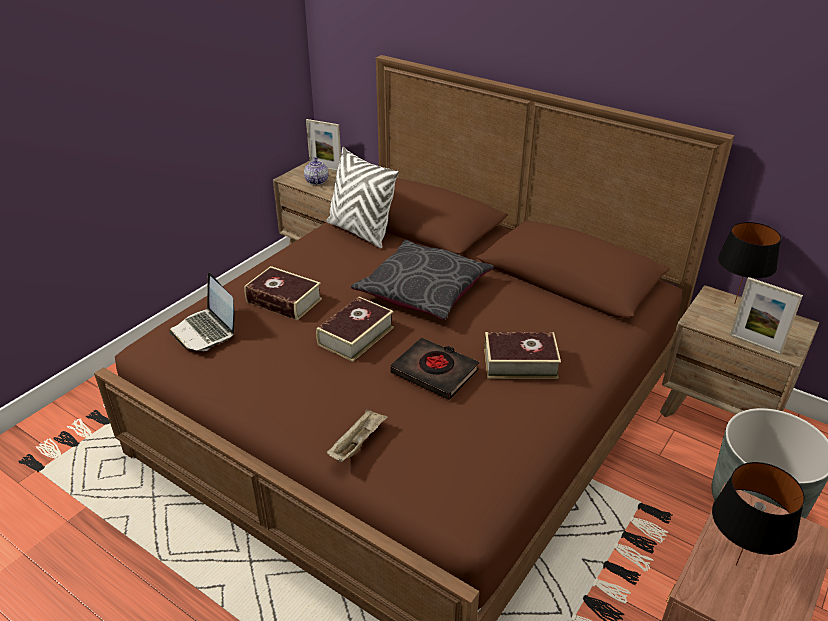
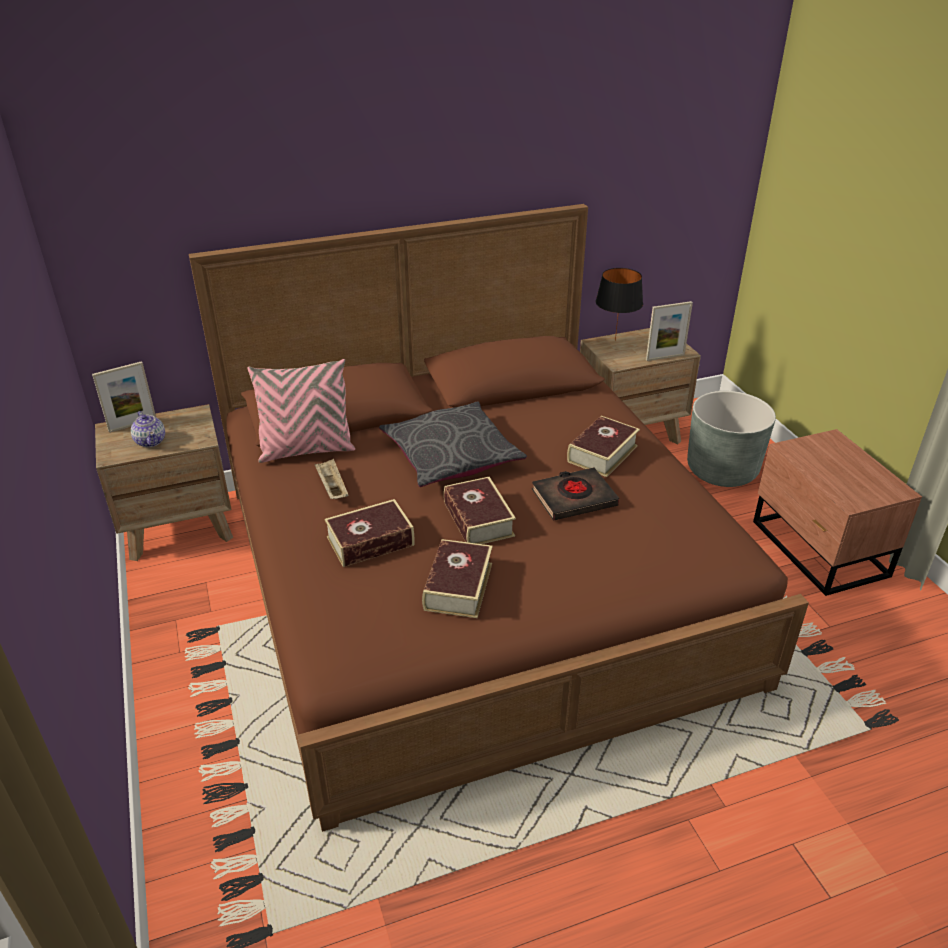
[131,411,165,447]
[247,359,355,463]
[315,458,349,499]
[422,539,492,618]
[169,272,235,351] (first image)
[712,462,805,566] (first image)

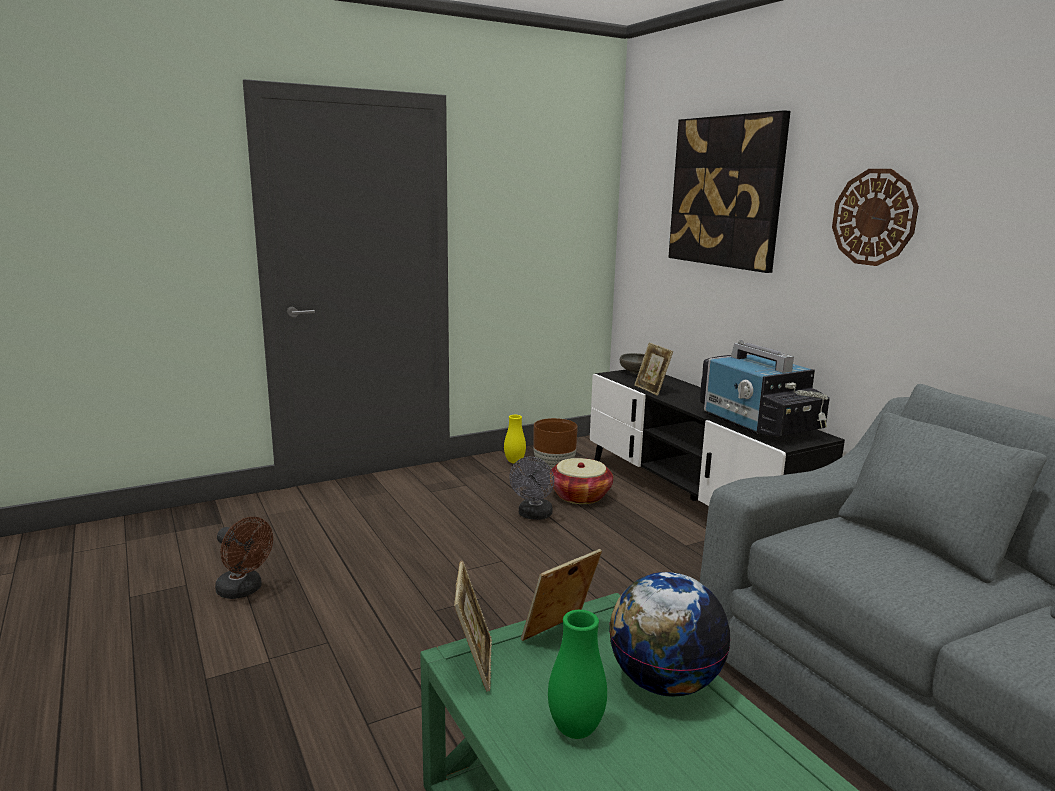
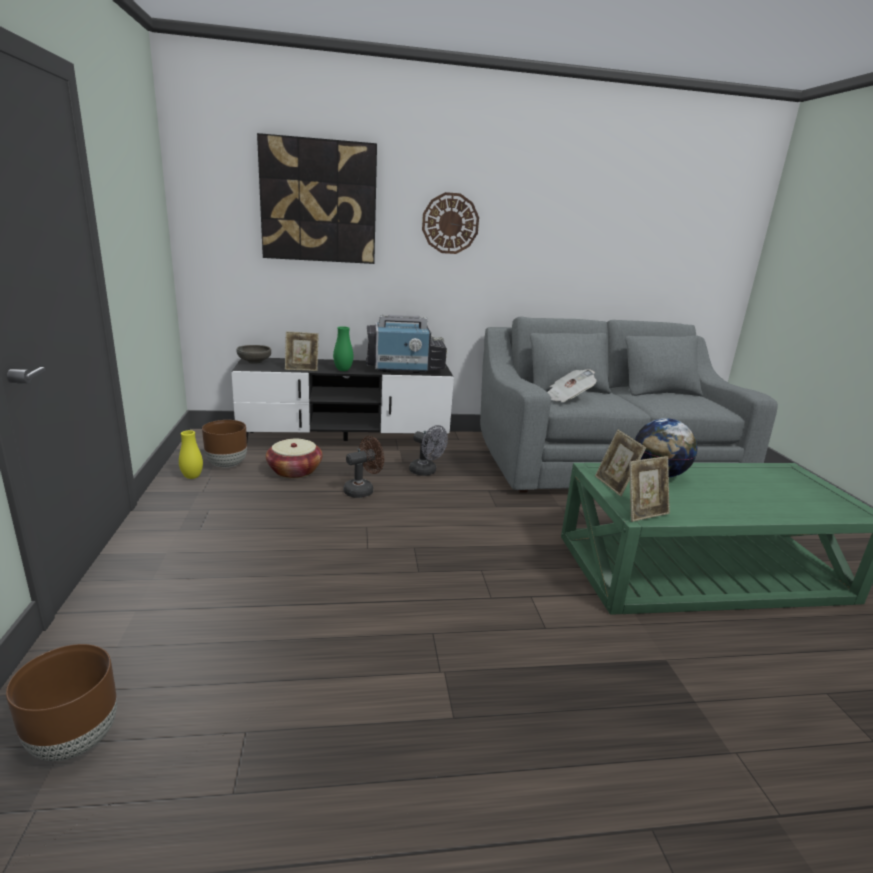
[6,644,117,761]
[333,326,353,371]
[344,436,384,498]
[409,425,448,476]
[547,369,596,402]
[629,456,670,522]

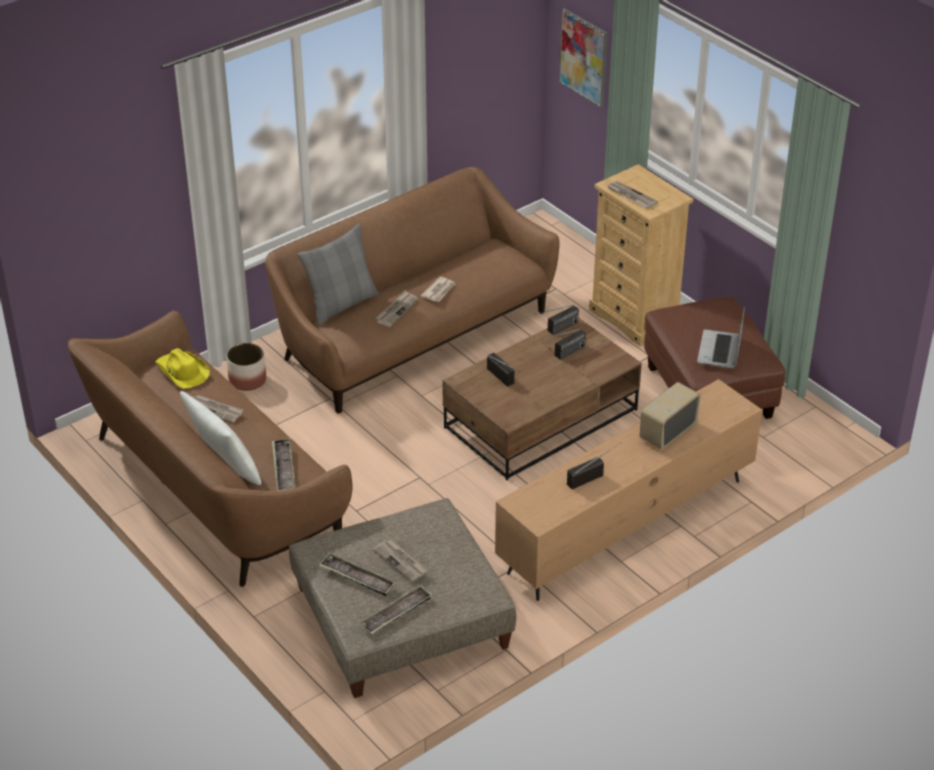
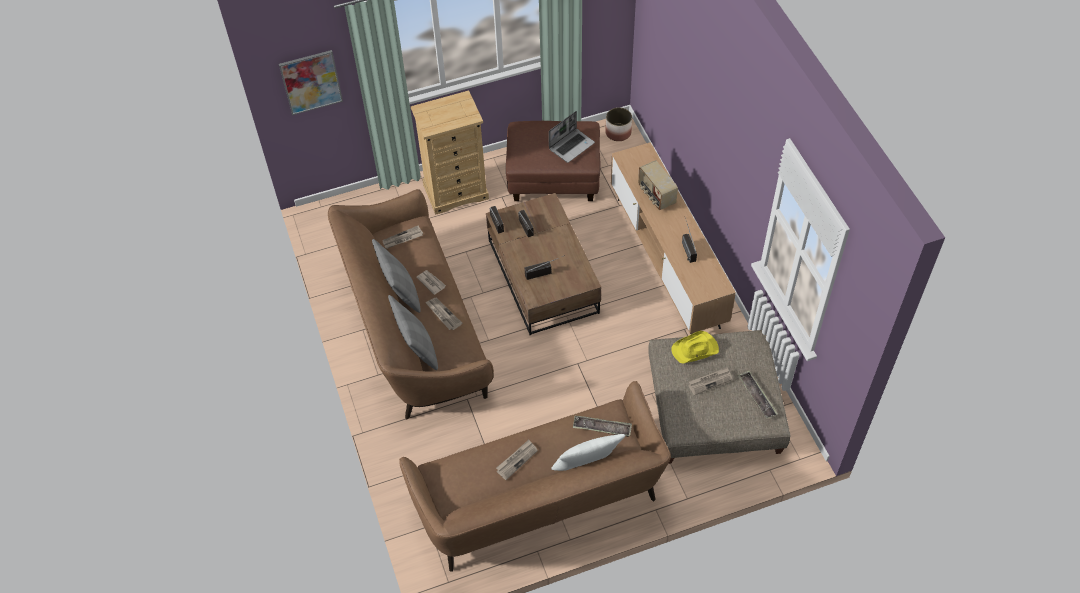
[372,239,421,313]
[382,225,423,249]
[549,111,595,163]
[605,107,632,141]
[672,331,719,364]
[319,553,396,596] (first image)

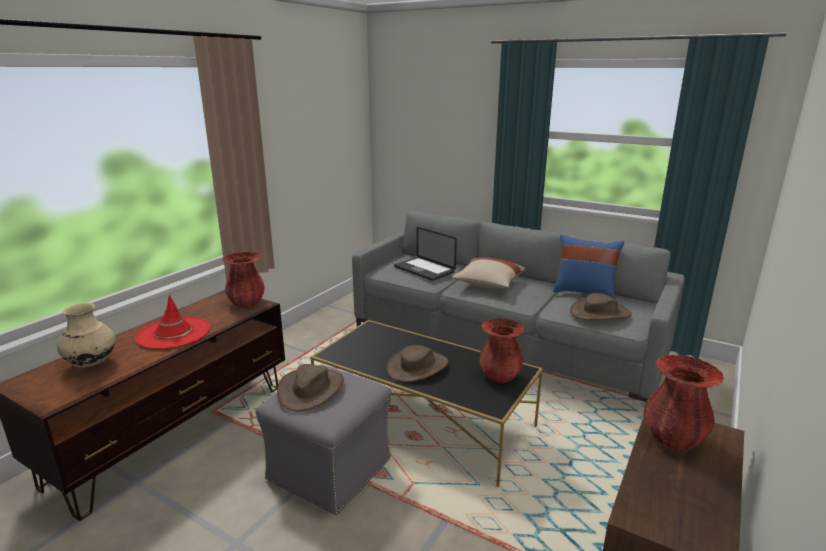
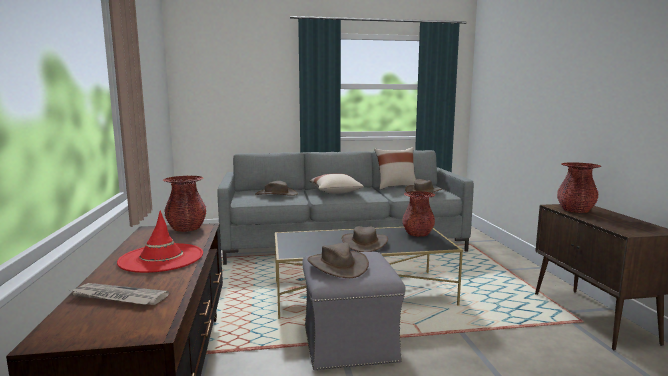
[71,283,169,305]
[255,181,298,196]
[374,147,416,189]

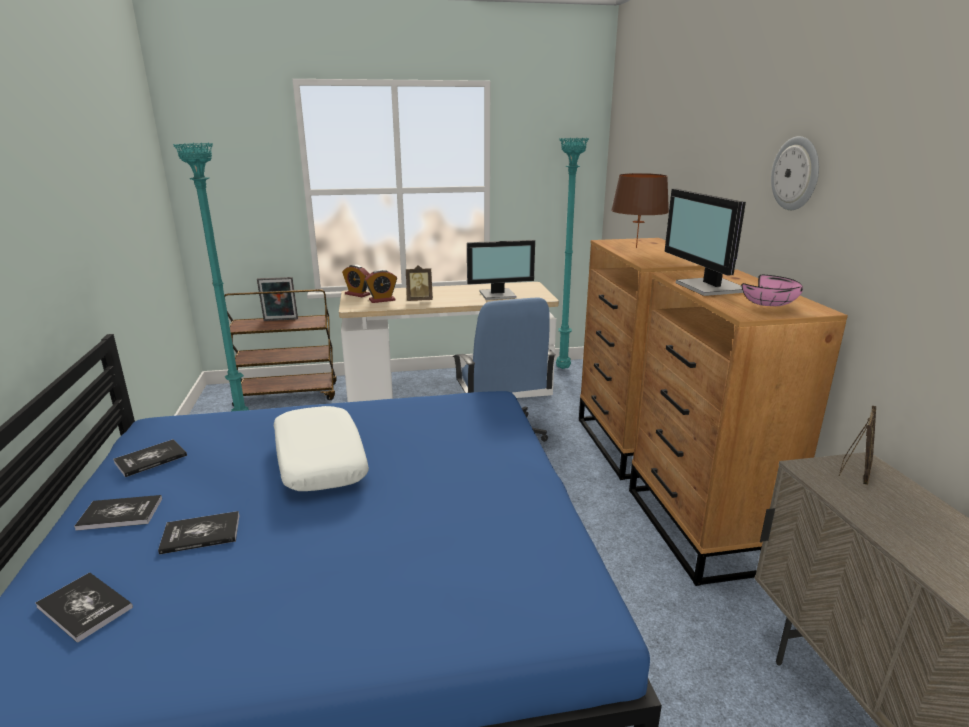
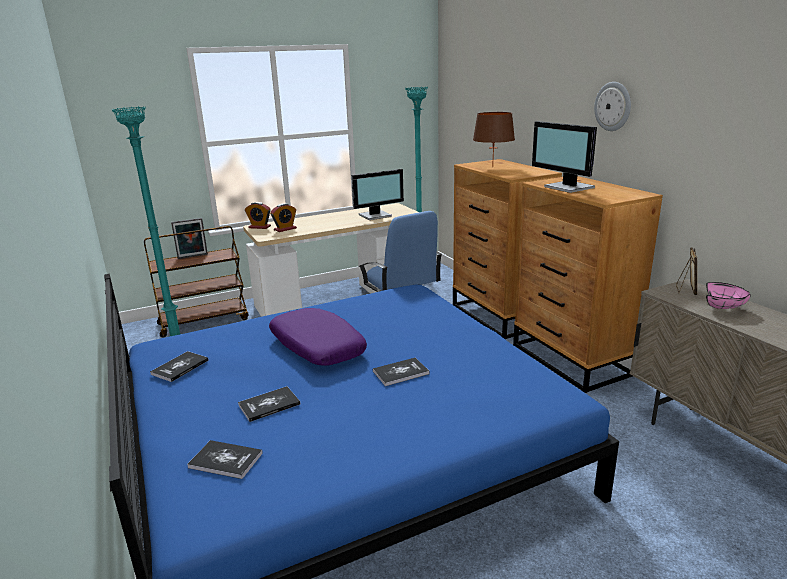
[269,308,367,366]
[373,358,429,386]
[706,282,751,309]
[406,265,433,301] (first image)

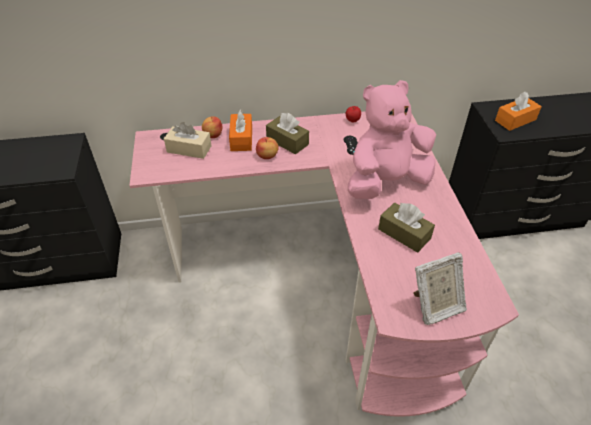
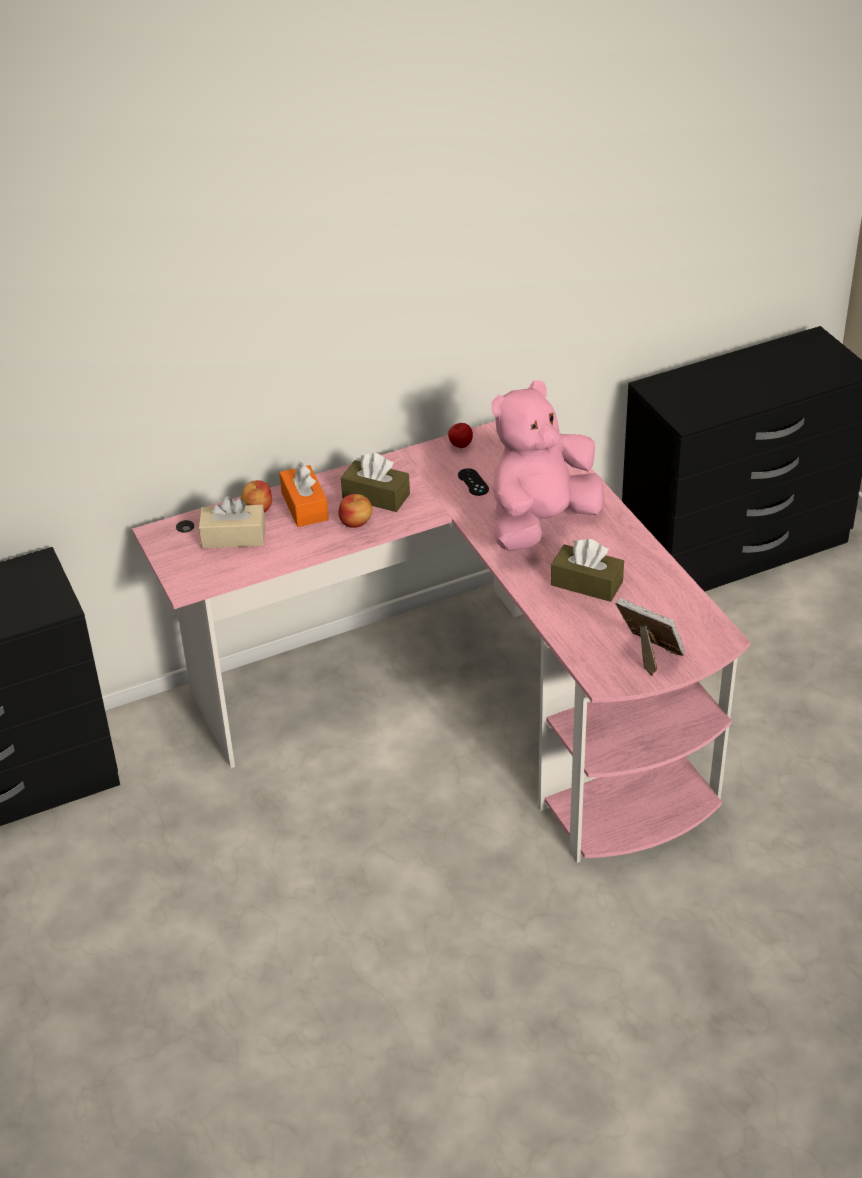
[616,598,685,676]
[495,92,542,131] (first image)

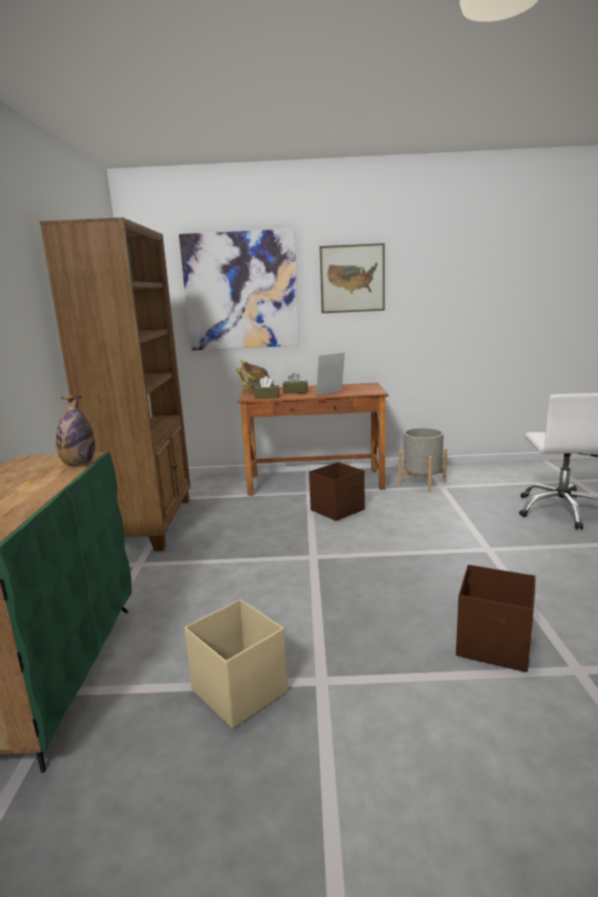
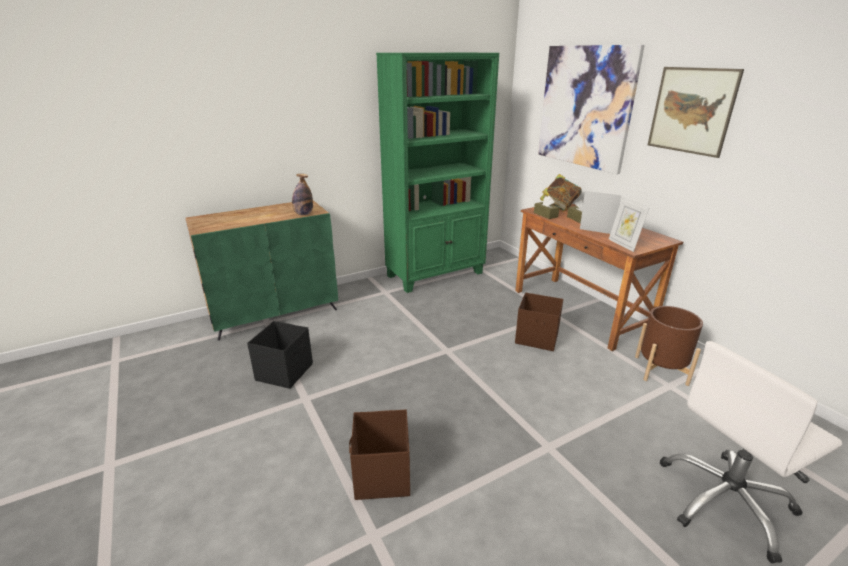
[247,321,313,389]
[376,53,499,293]
[609,197,650,252]
[635,306,703,386]

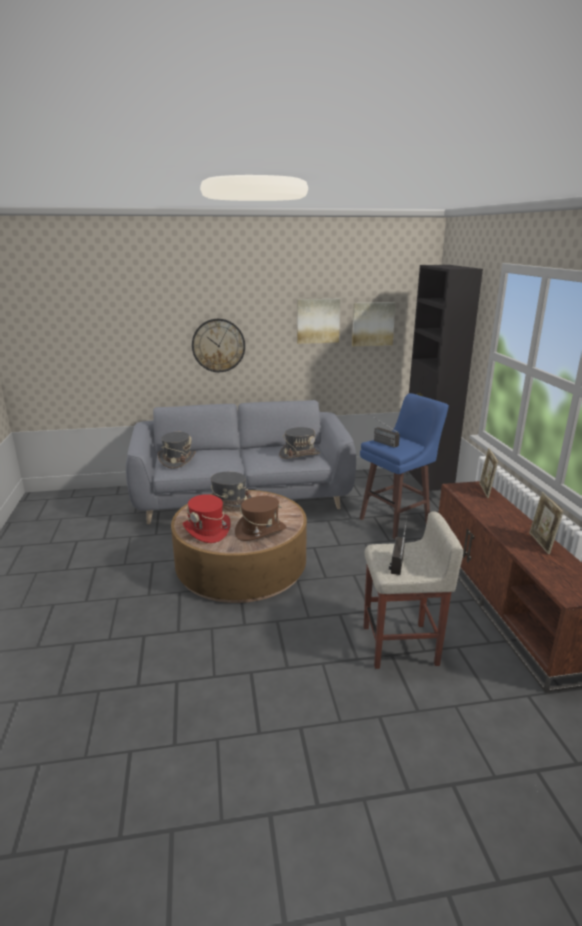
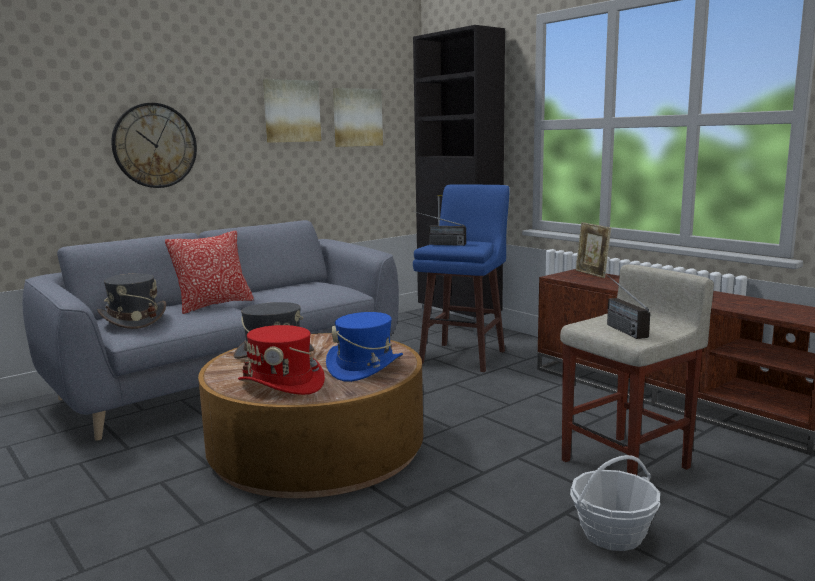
[165,231,254,314]
[326,312,403,382]
[570,455,660,551]
[279,427,320,459] (first image)
[529,492,563,554] (first image)

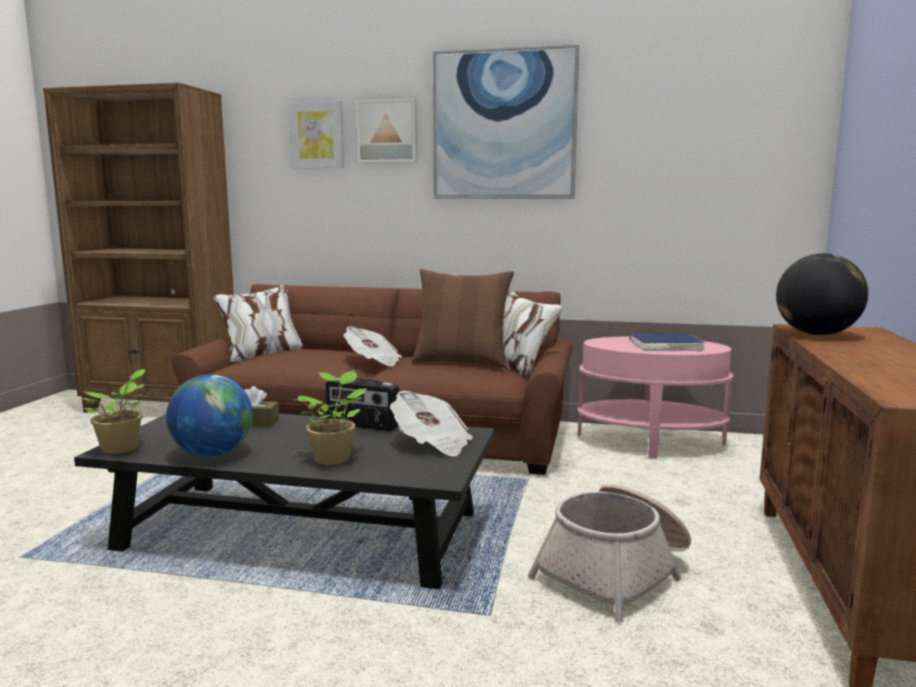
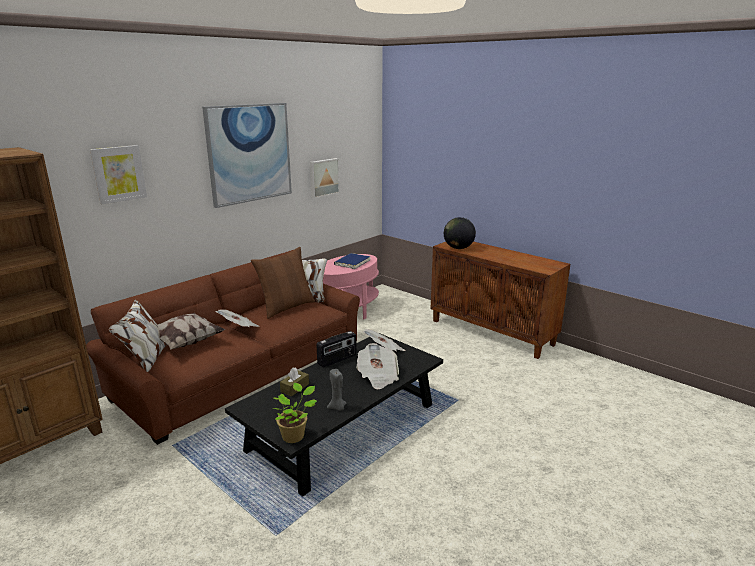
[158,313,225,349]
[310,158,340,198]
[327,369,346,411]
[356,343,399,390]
[528,484,691,622] (first image)

